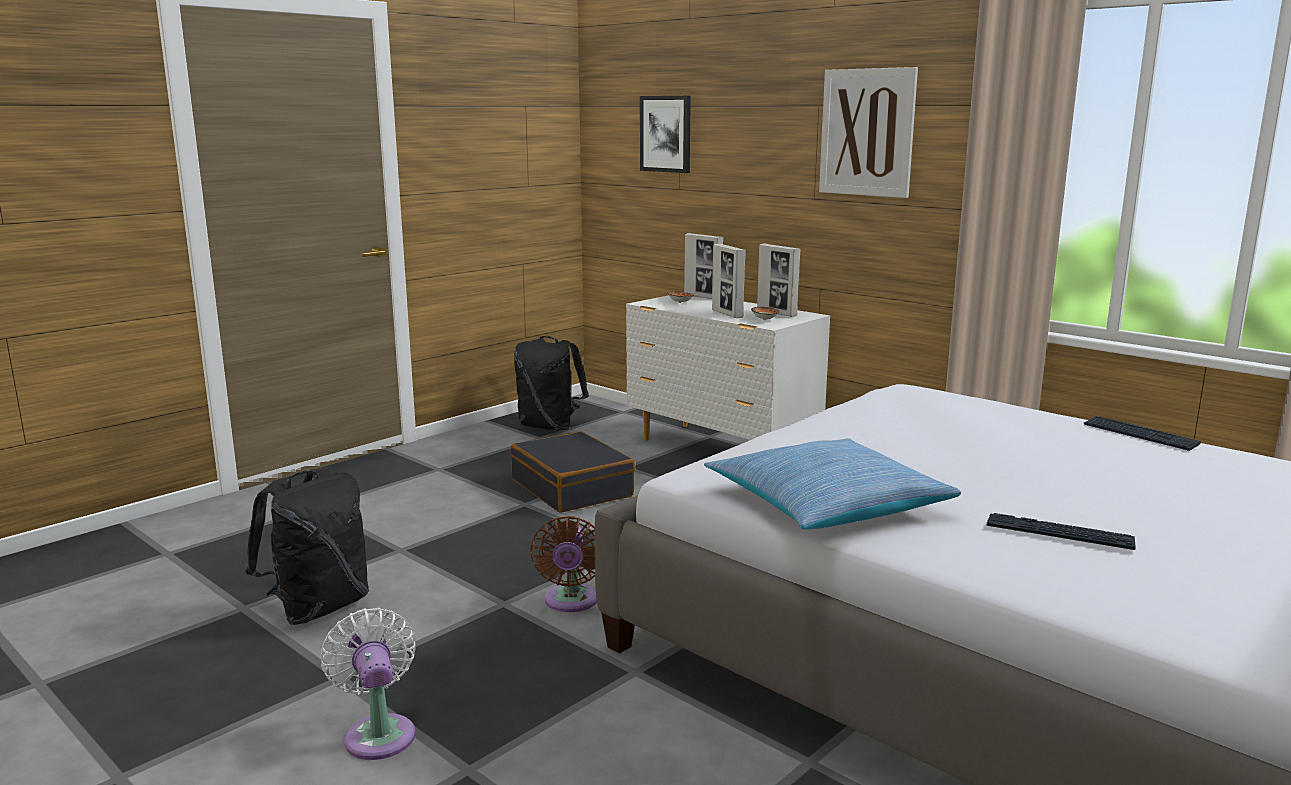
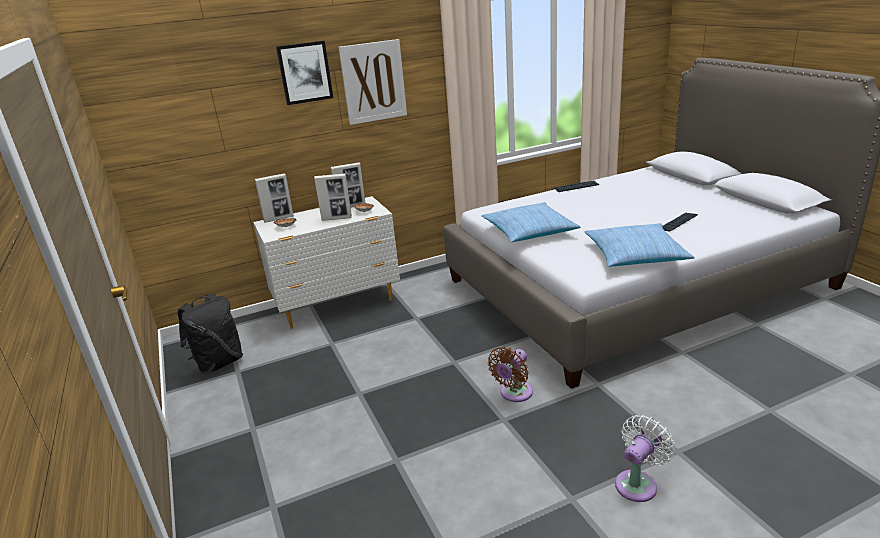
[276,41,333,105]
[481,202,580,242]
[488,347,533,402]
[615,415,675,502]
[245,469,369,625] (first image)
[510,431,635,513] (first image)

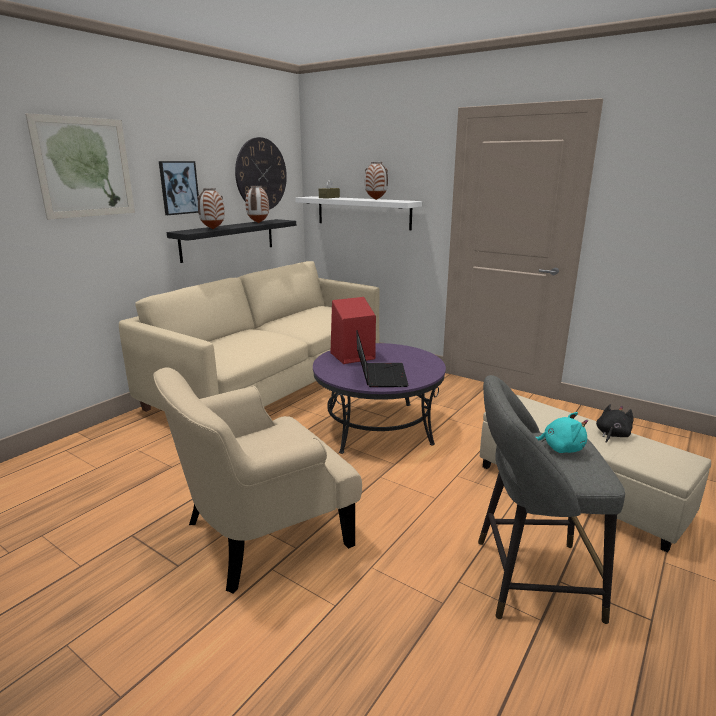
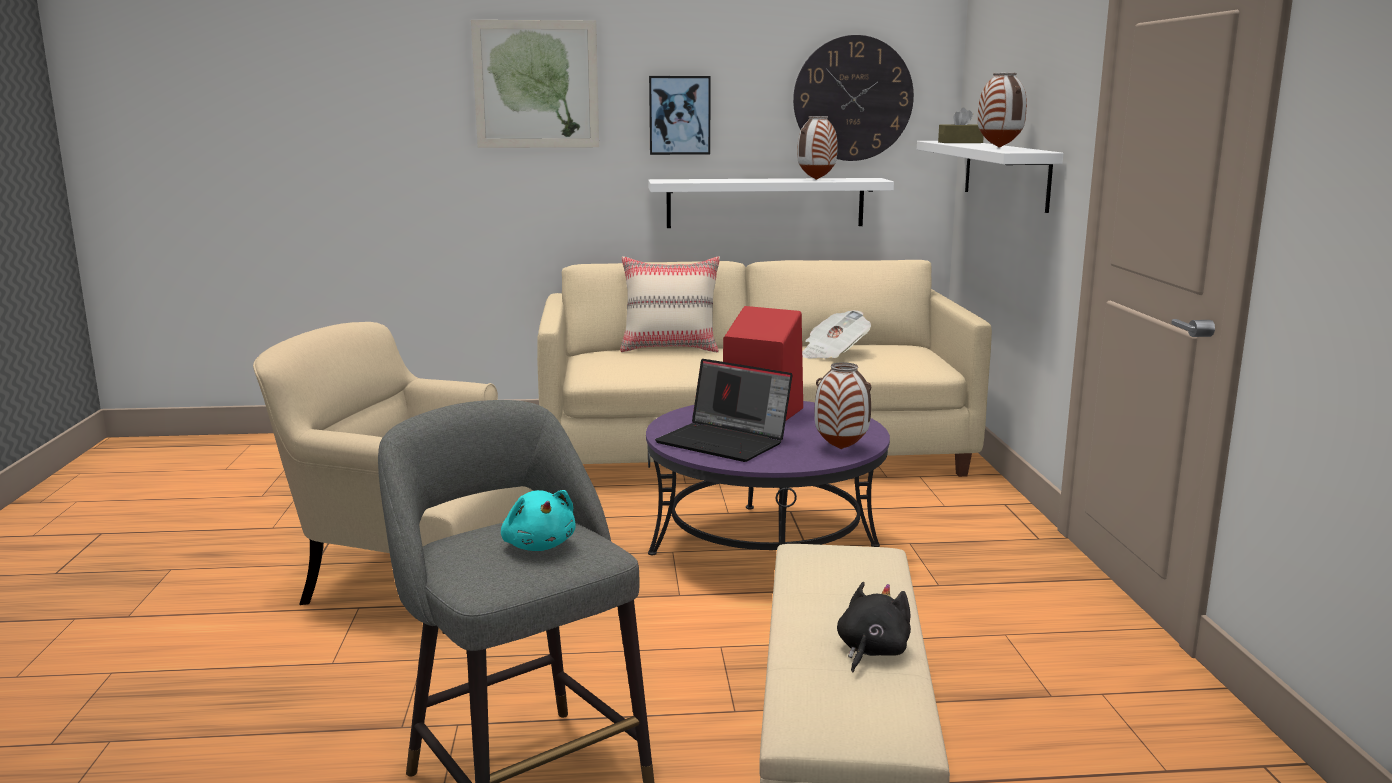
[620,256,720,352]
[648,178,894,228]
[655,359,792,462]
[802,310,871,359]
[814,363,871,449]
[837,582,911,672]

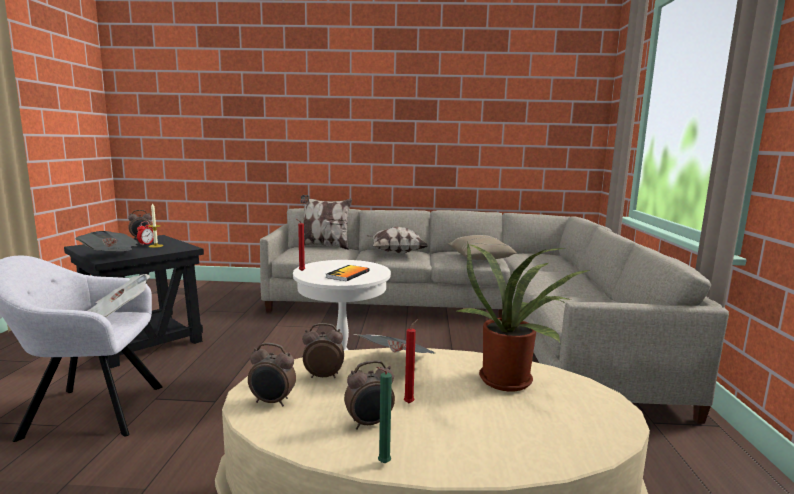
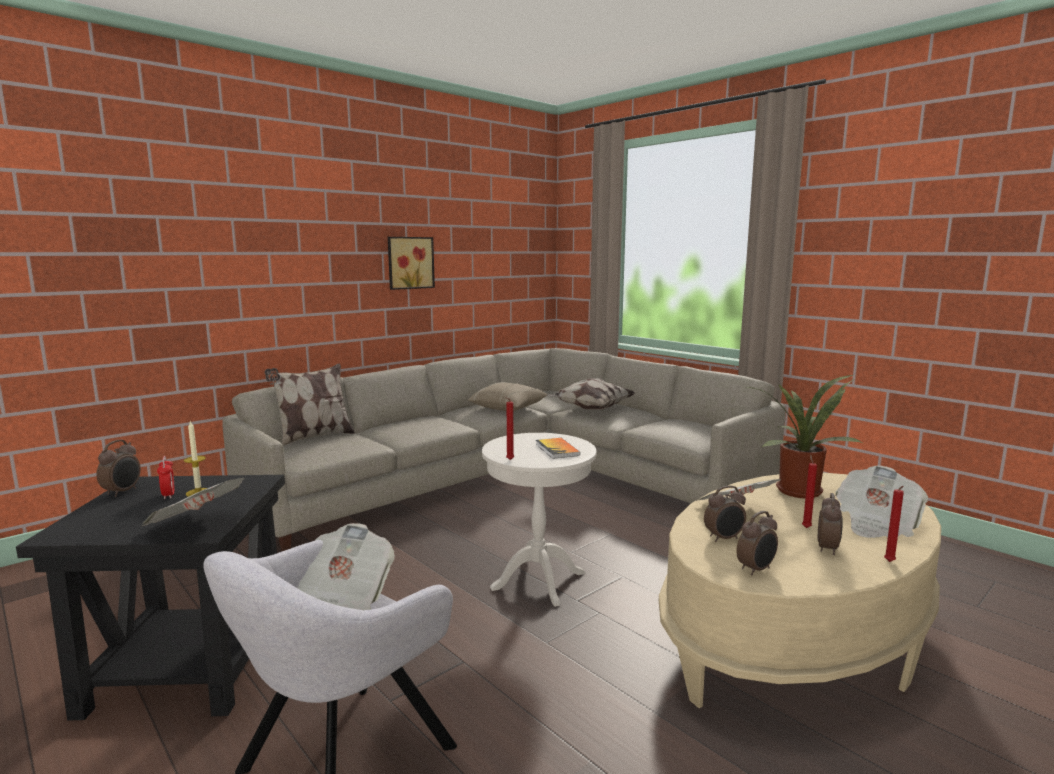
[388,237,435,290]
[546,378,635,410]
[704,486,746,542]
[835,465,928,538]
[884,486,904,562]

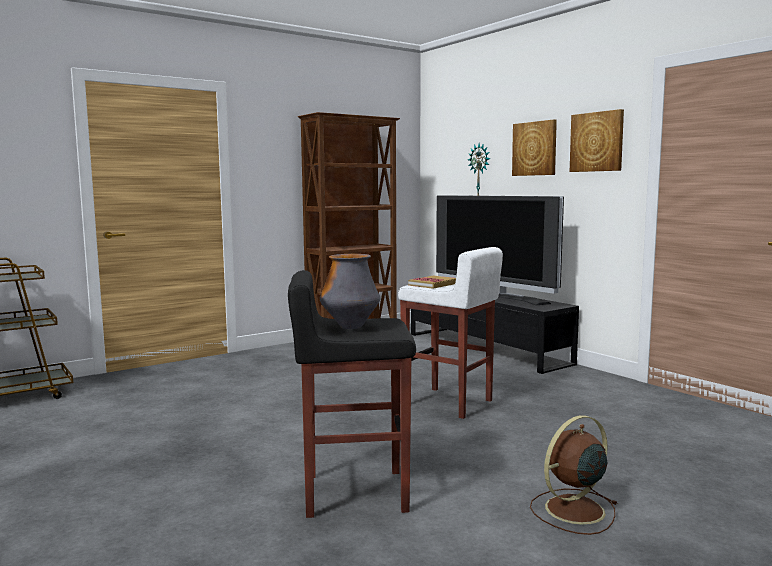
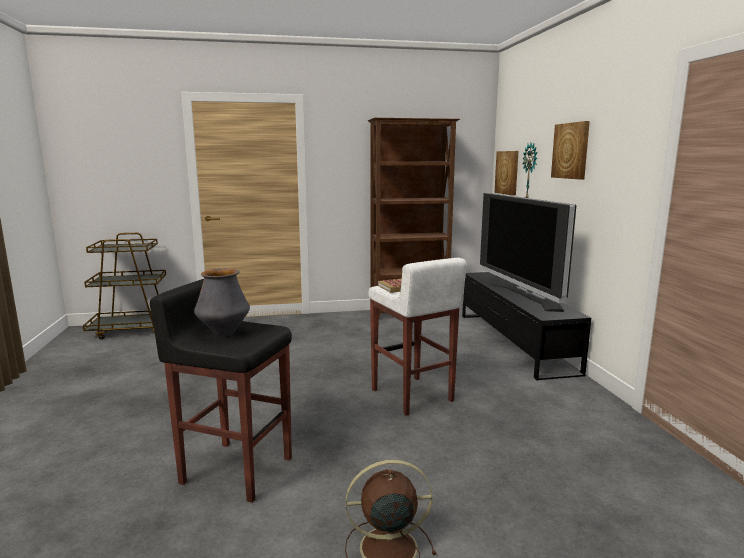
[495,151,518,196]

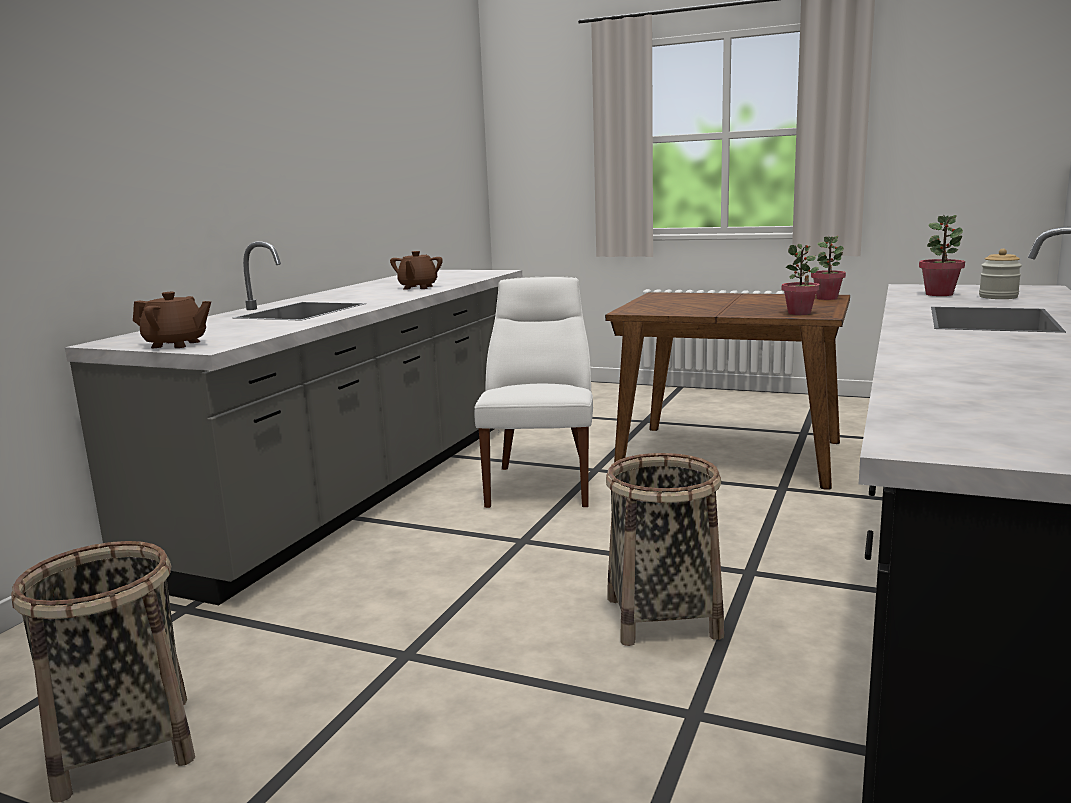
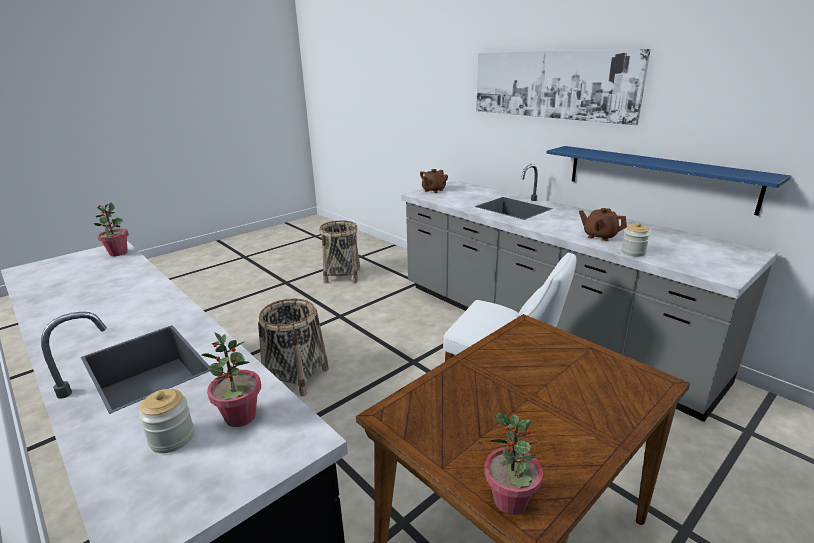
[94,203,129,256]
[476,49,651,125]
[547,146,791,216]
[621,222,650,256]

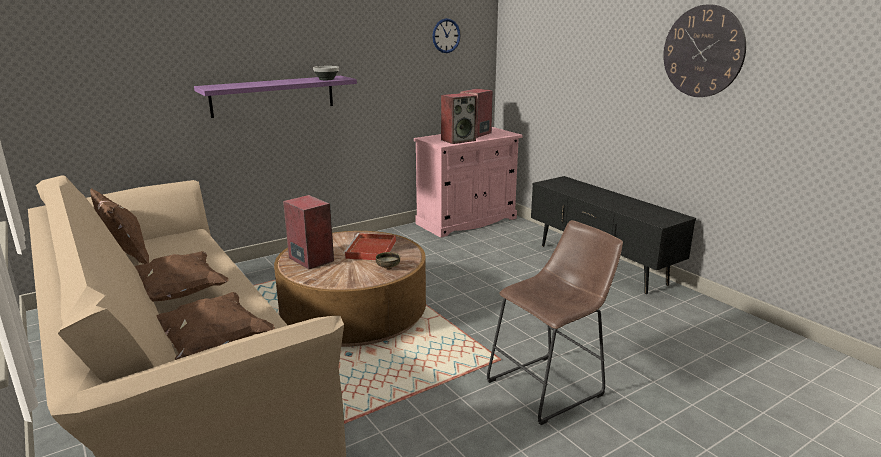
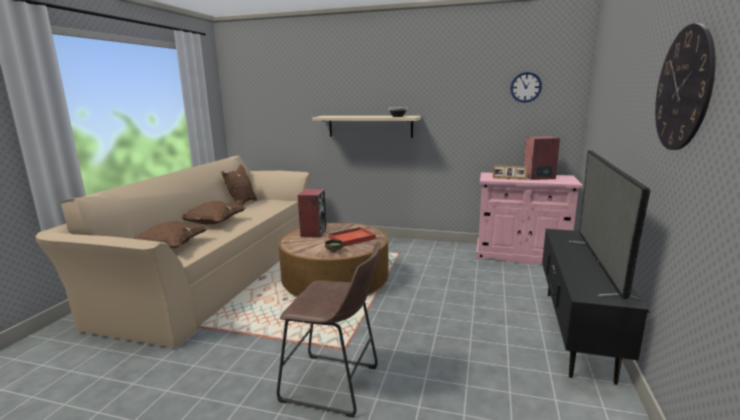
[312,116,421,138]
[493,165,527,180]
[568,151,650,301]

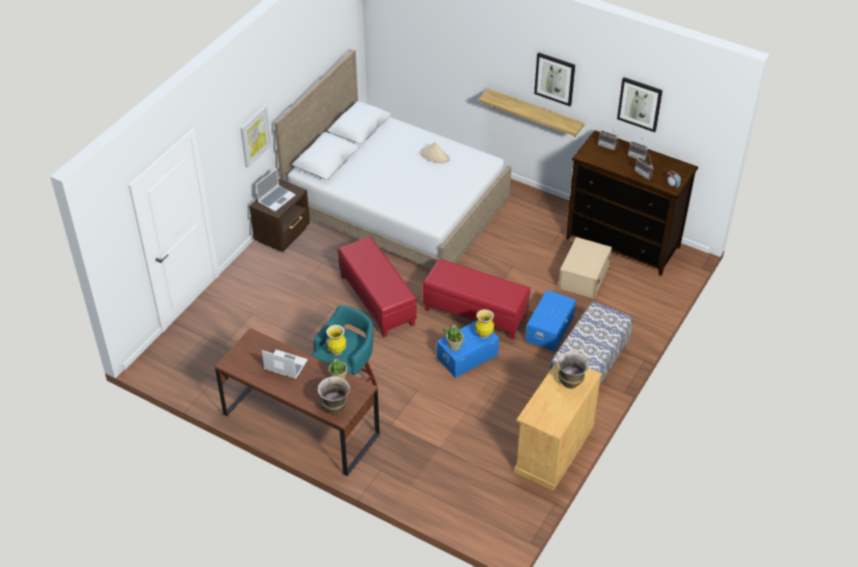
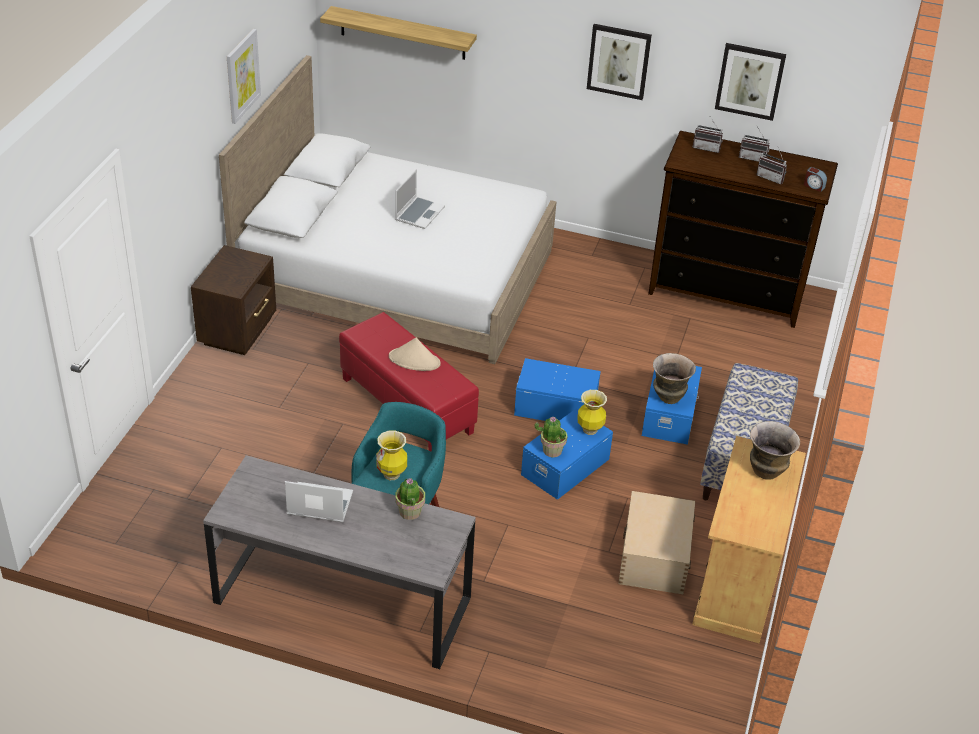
[203,455,476,669]
[227,29,261,124]
[320,6,477,60]
[389,338,441,371]
[395,169,445,229]
[514,358,601,421]
[618,491,695,594]
[653,353,696,404]

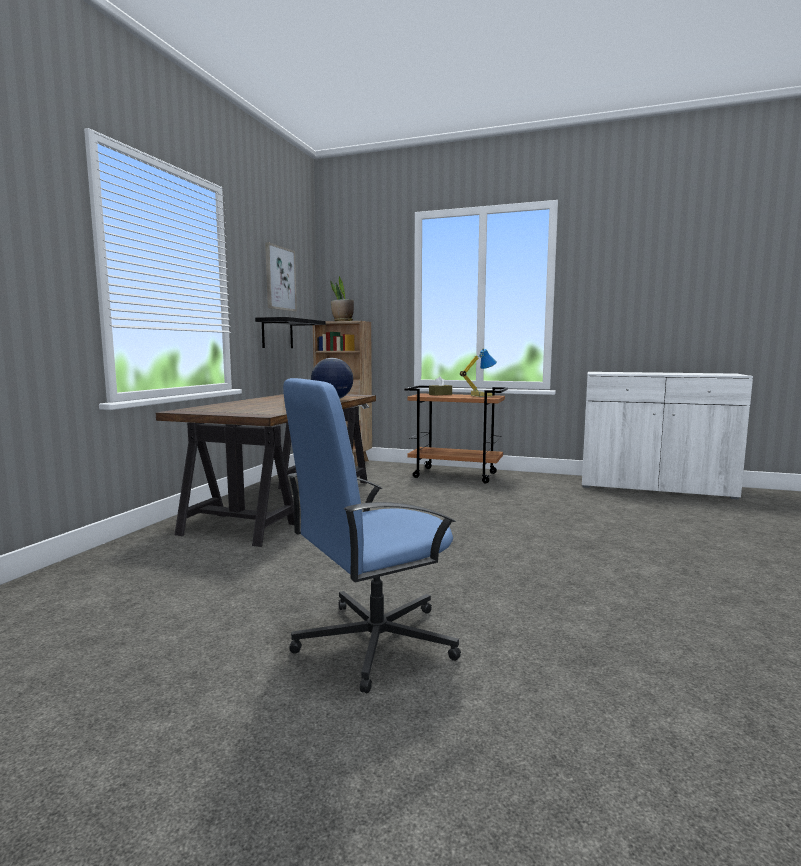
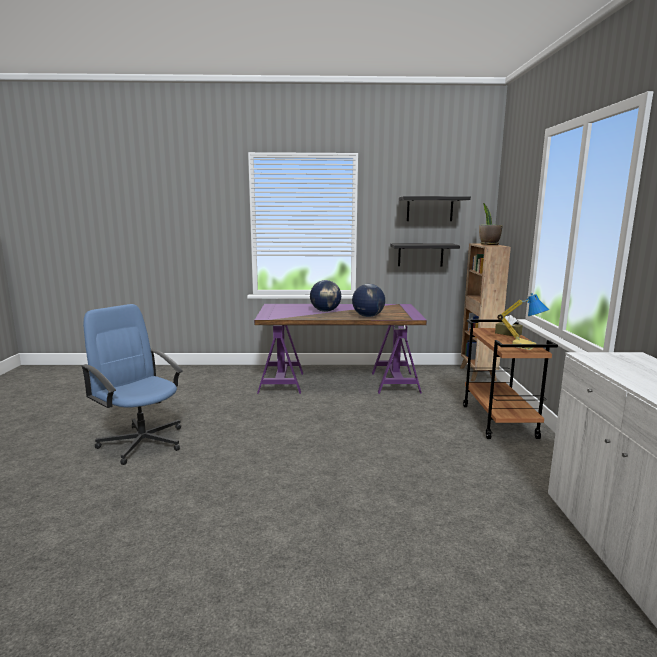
[254,304,427,394]
[310,280,341,312]
[399,196,471,221]

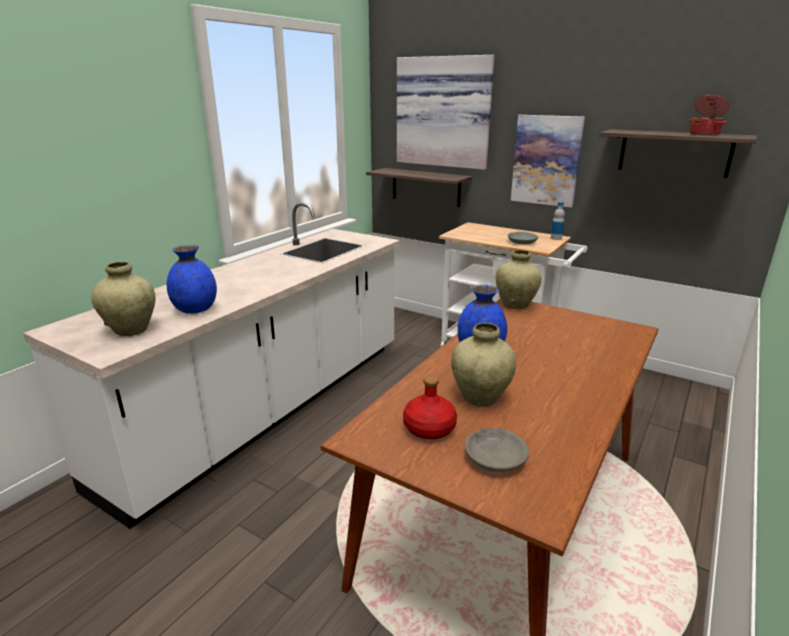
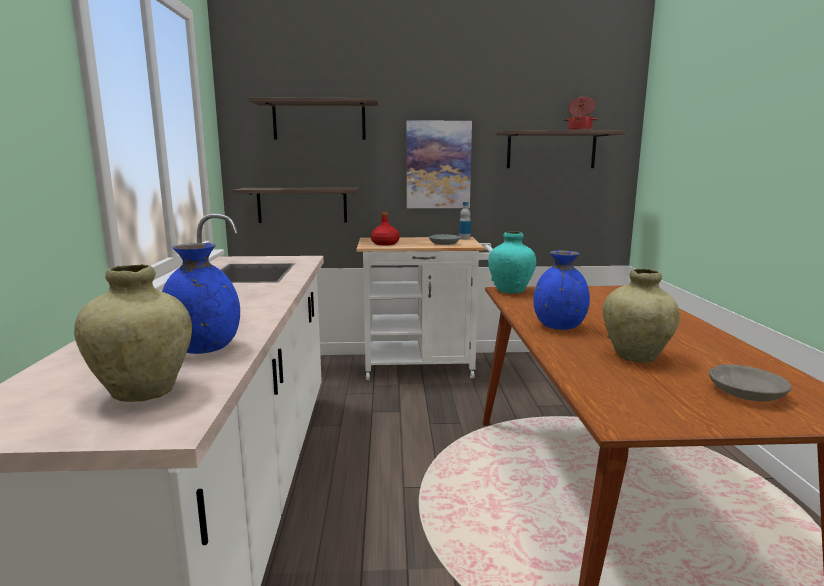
[248,97,378,140]
[371,212,400,245]
[488,232,536,293]

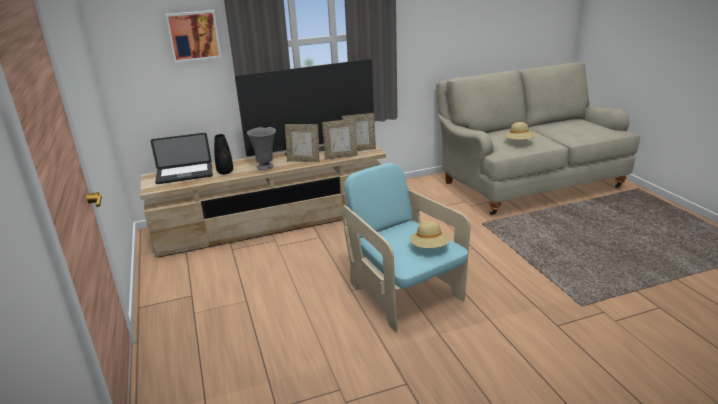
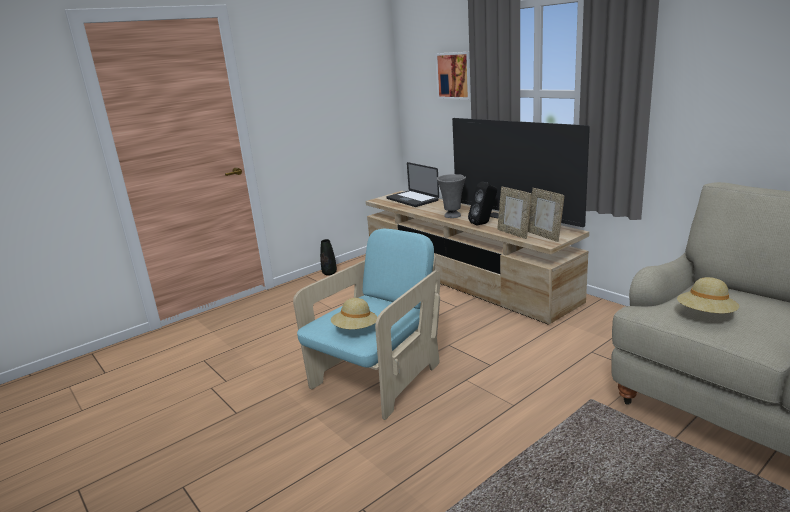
[320,239,337,276]
[468,182,497,225]

